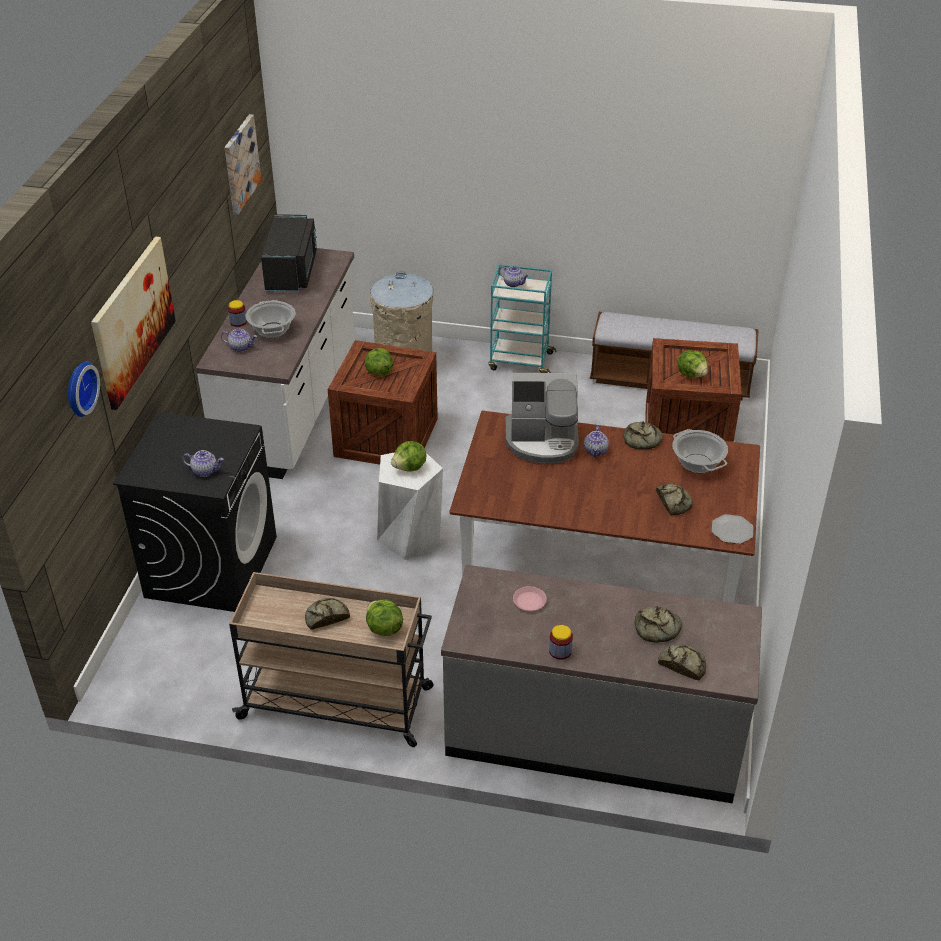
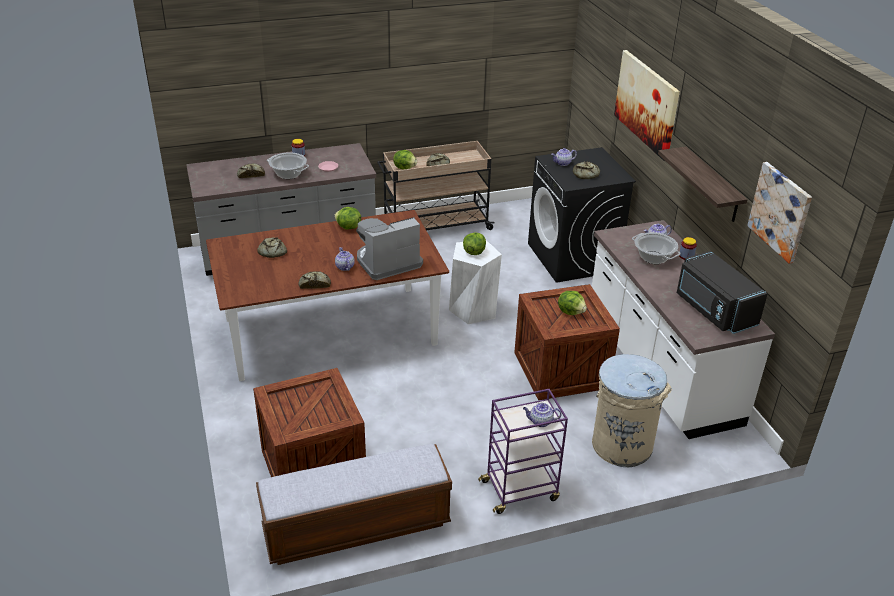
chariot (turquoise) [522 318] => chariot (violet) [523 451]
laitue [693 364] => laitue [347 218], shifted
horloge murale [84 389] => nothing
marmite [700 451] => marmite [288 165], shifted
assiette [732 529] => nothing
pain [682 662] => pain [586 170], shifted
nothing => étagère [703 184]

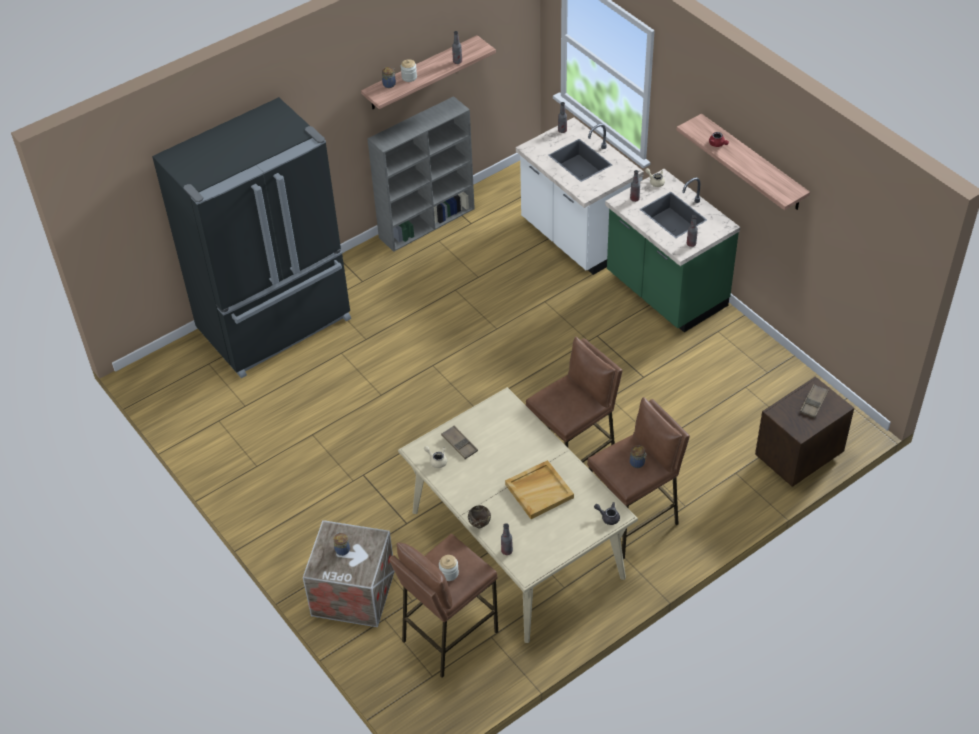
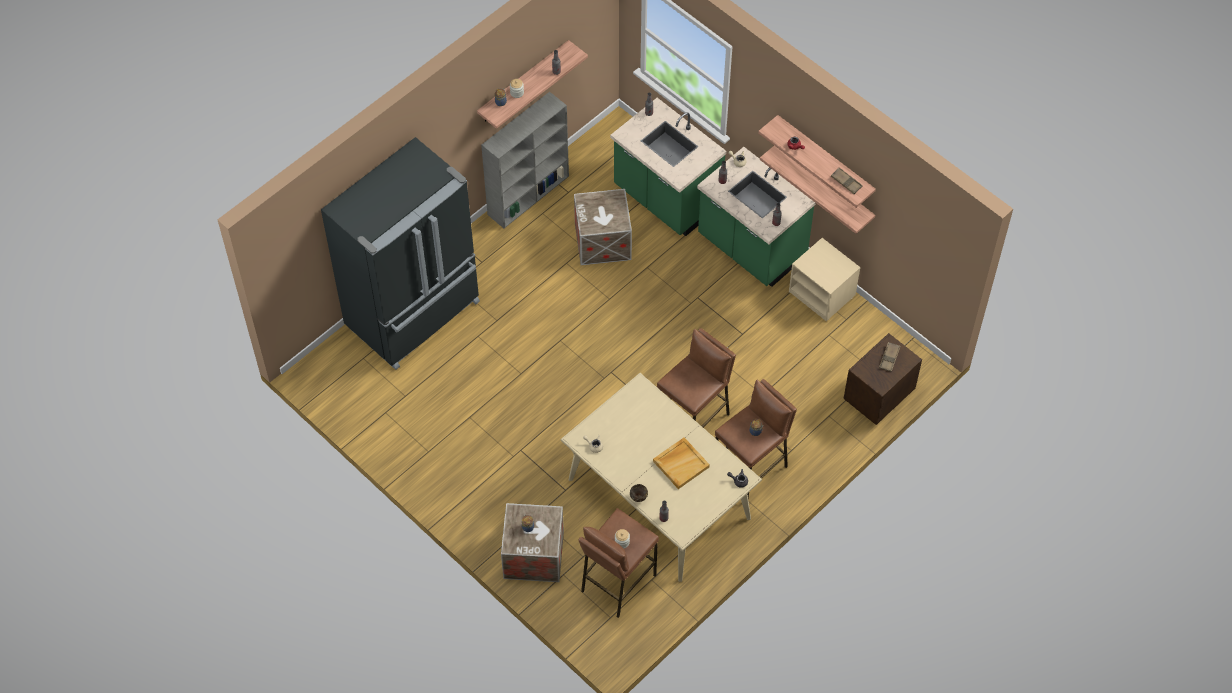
comptoir de cuisine (blanc) [580 196] => comptoir de cuisine (vert) [668 167]
plateau (marron) [459 442] => plateau (marron) [847 180], shifted
nothing => étagère [817 190]
nothing => caisse [603 227]
nothing => table de chevet (beige) [825 279]

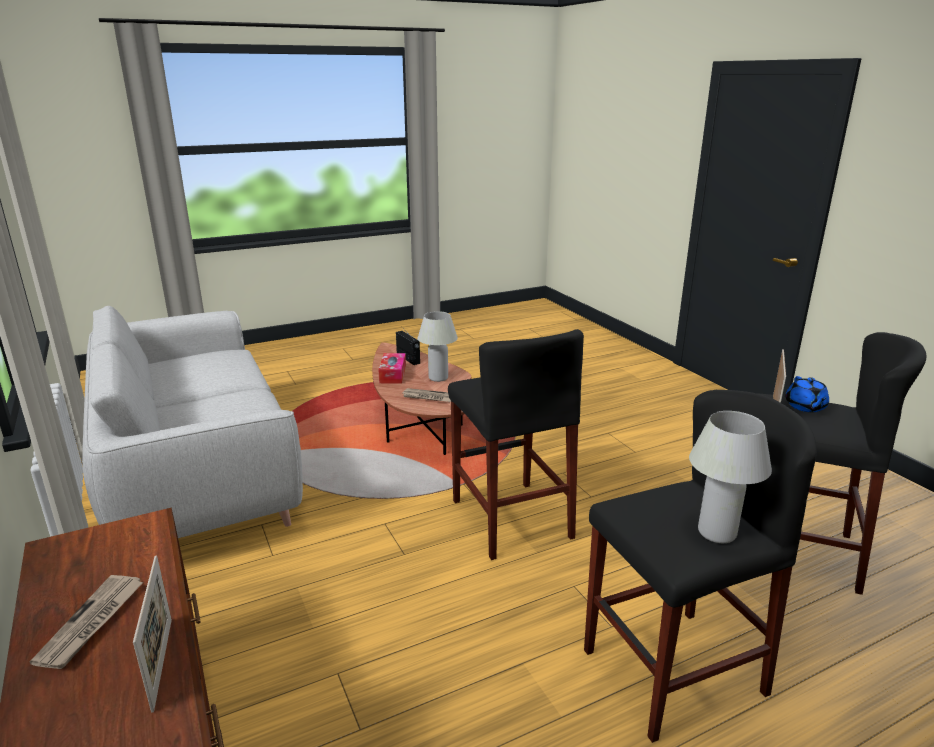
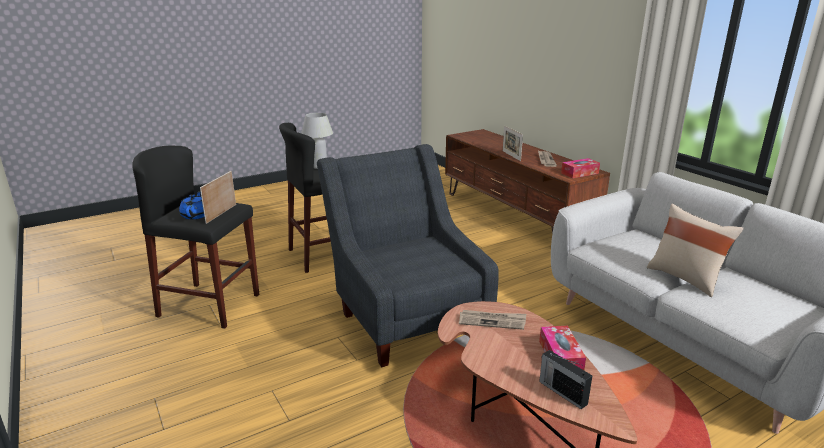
lampe de table (blanc) [438 346] => nothing
tabouret (noir) [516 444] => fauteuil (gris) [408 255]
nothing => boîte à mouchoirs [580 168]
nothing => coussin (beige) [695 250]

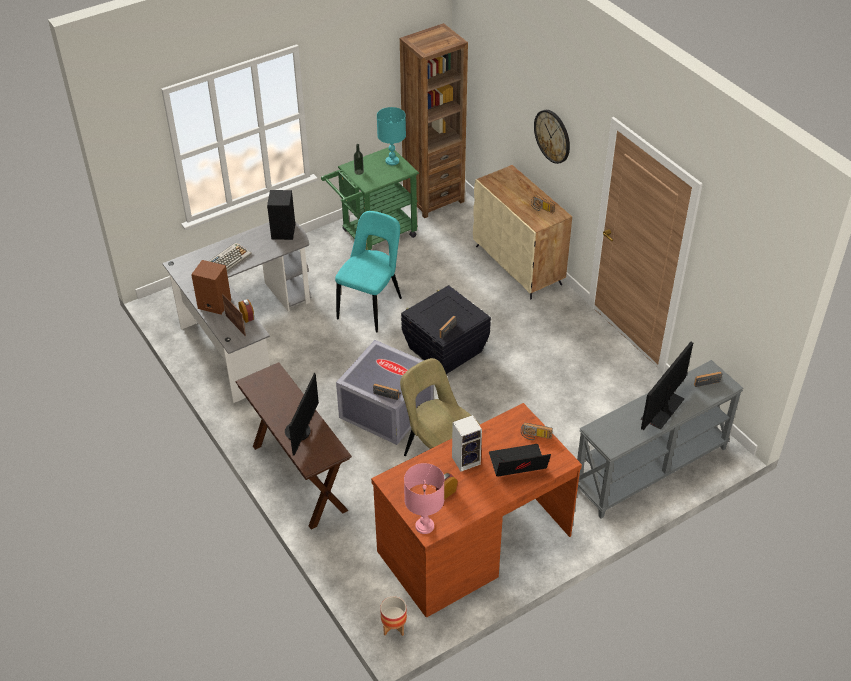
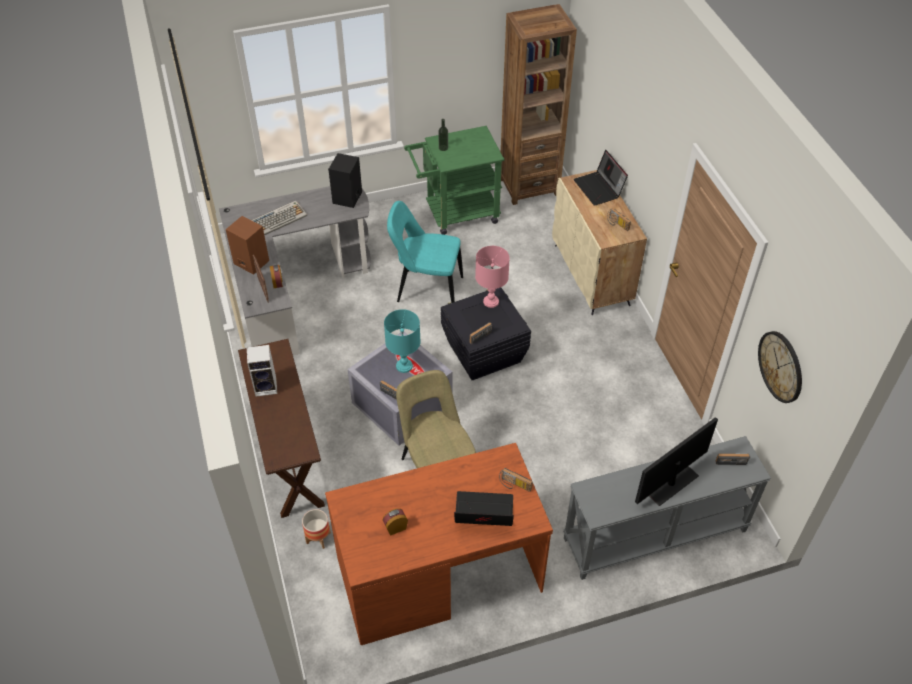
lampe de table (turquoise) [391 136] => lampe de table (turquoise) [402 341], shifted
horloge murale [552 137] => horloge murale [780 367], shifted
chaise (turquoise) [368 271] => chaise (turquoise) [425 252], 120 degrees counterclockwise
écran d'ordinateur [302 414] => nothing
enceinte [467 443] => enceinte [262 370], shifted
lampe de table (rose) [424 498] => lampe de table (rose) [492 277], shifted
cache-pot [393 616] => cache-pot [316 529], shifted
nothing => ordinateur portable [600 178]

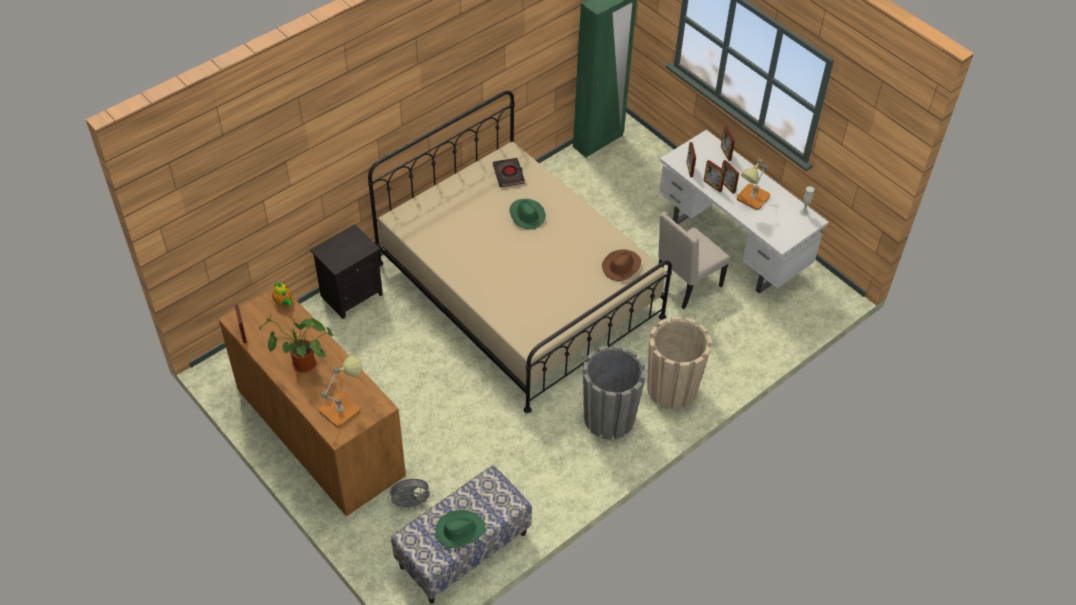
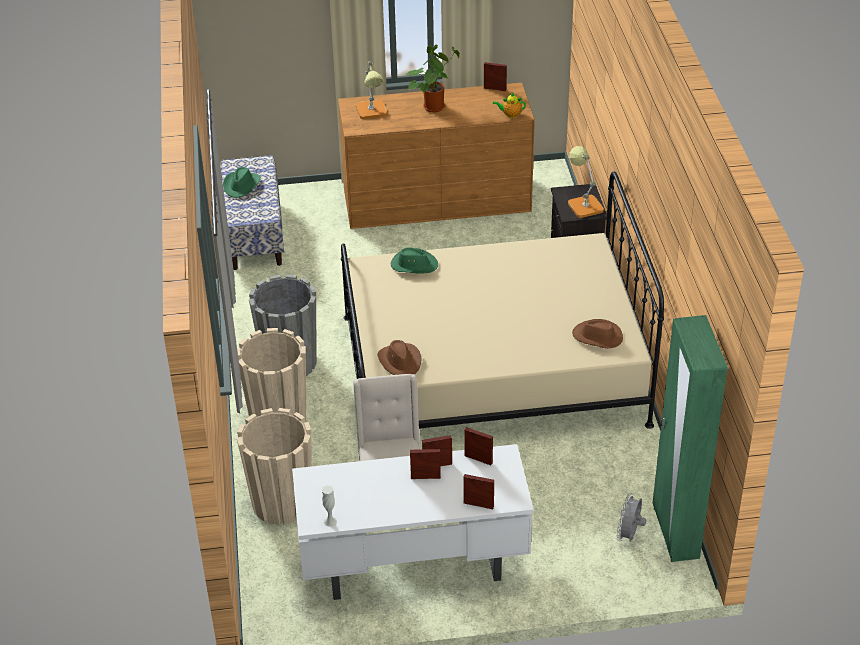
livre (noir) [509 172] => chapeau (marron) [597 334]
lampe de table [753 184] => lampe de table [586 182], shifted
chapeau (vert) [527 214] => chapeau (vert) [414 260], shifted
ventilateur (gris) [410 494] => ventilateur (gris) [631 517], shifted
nothing => cache-pot (beige) [274 466]

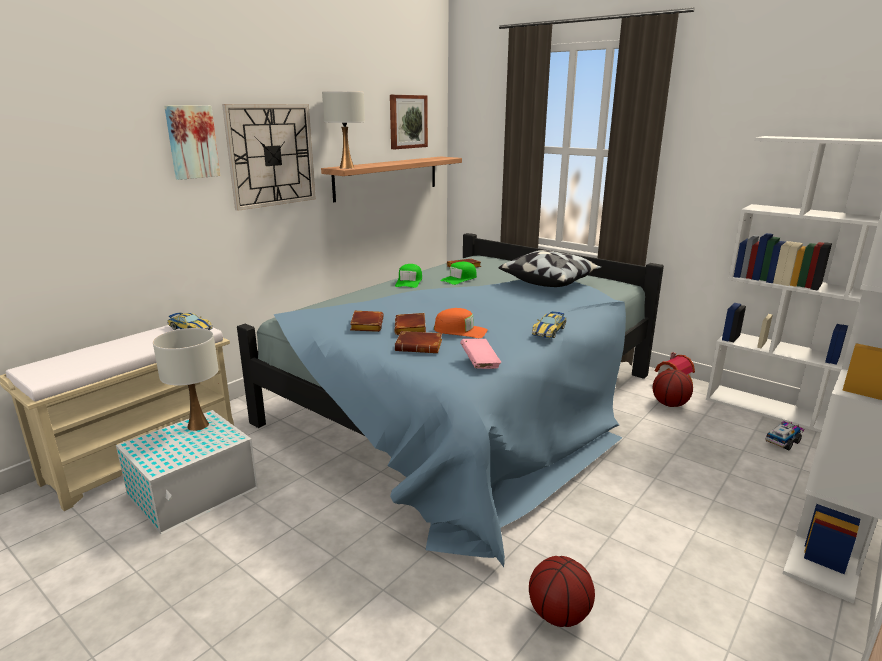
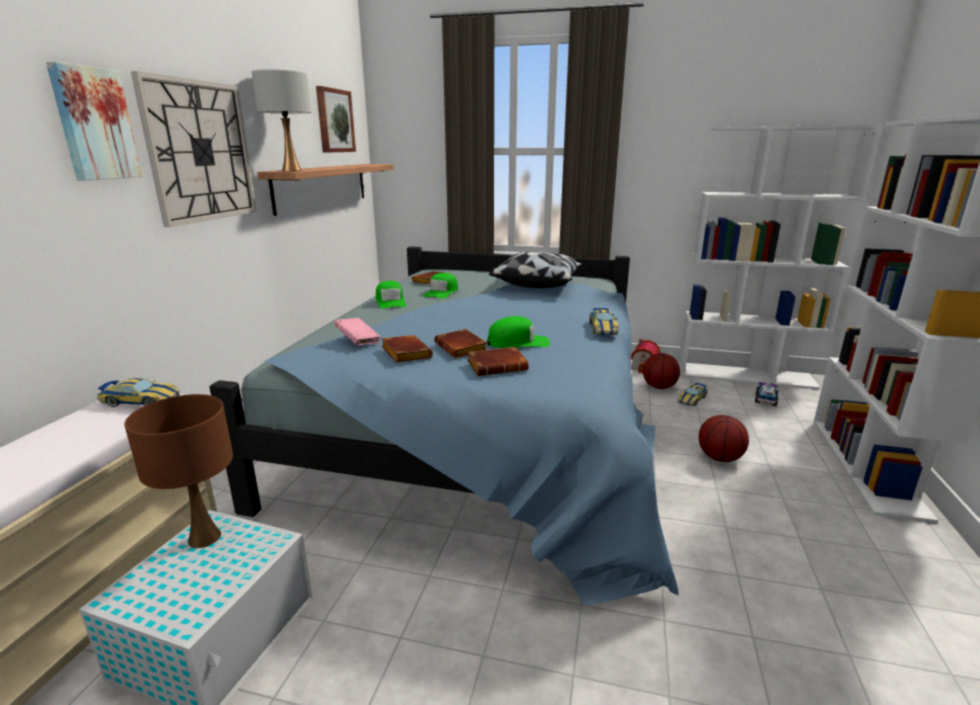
casquette (orange) [461 323] => casquette (vert) [518 332]
lampe de table (blanc) [186 379] => lampe de table (marron) [178 471]
livre (rose) [480 354] => livre (rose) [357 331], shifted
ballon de basket [562 591] => ballon de basket [724 438], shifted
nothing => petite voiture [693 394]

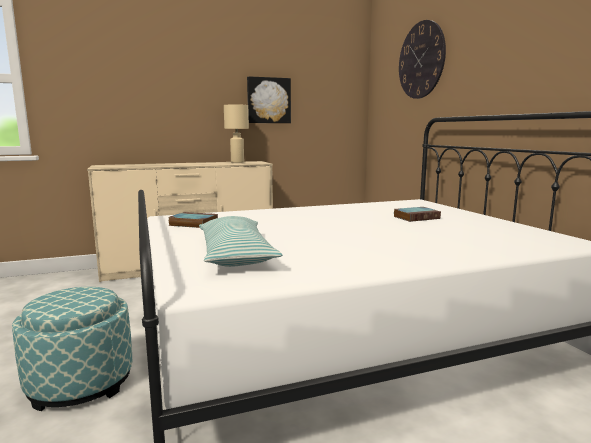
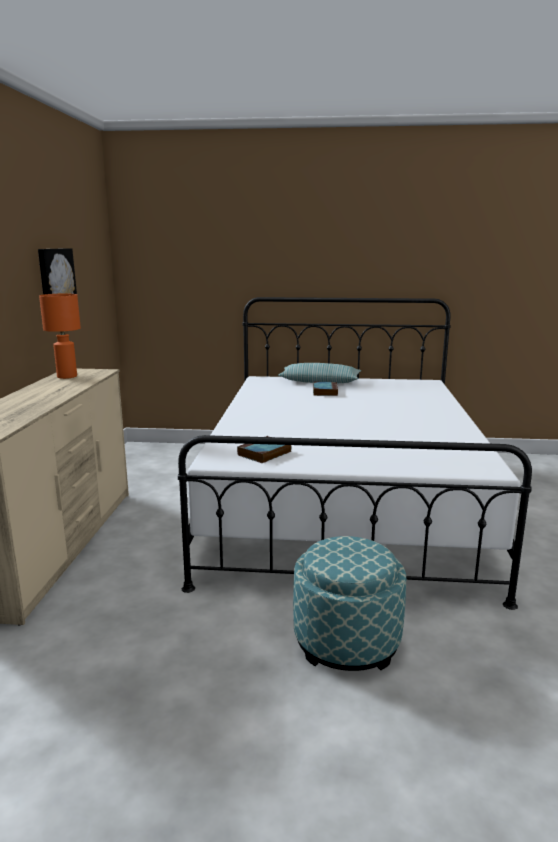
horloge murale [422 59] => nothing
lampe de table (beige) [236 133] => lampe de table (orange) [60 336]
coussin [241 241] => coussin [319 373], shifted

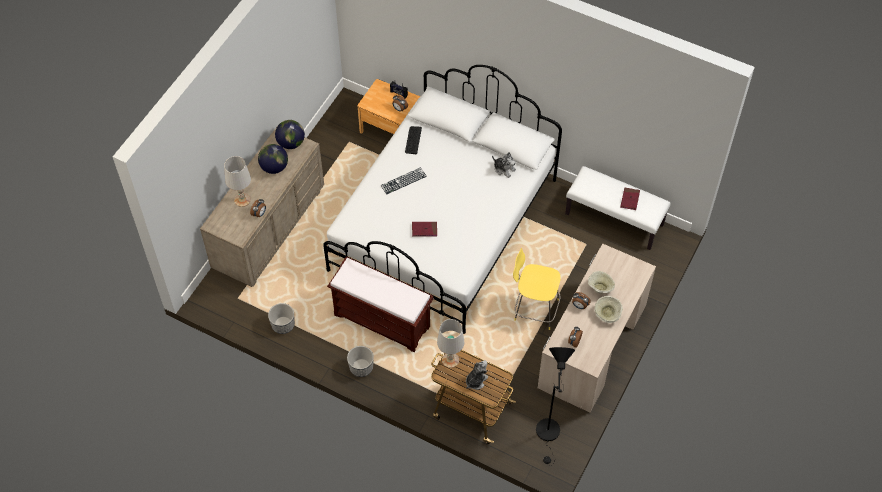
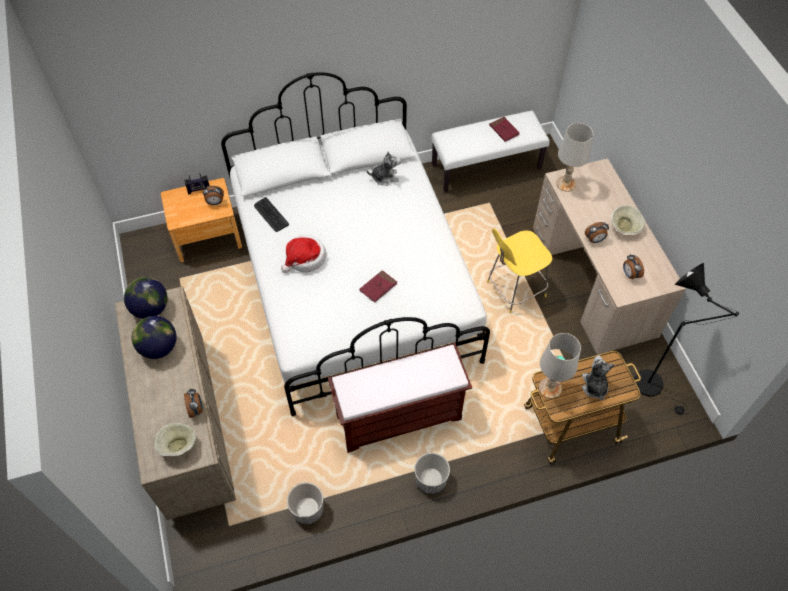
lampe de table (blanc) [237 181] => lampe de table (blanc) [574 157], shifted
clavier [404 180] => chapeau [303 254]
bol (beige) [601 282] => bol (beige) [175 439], shifted

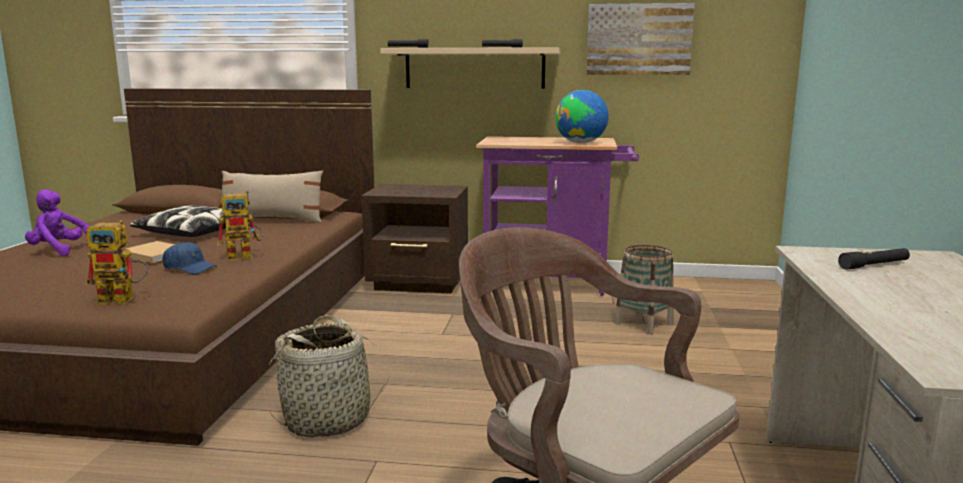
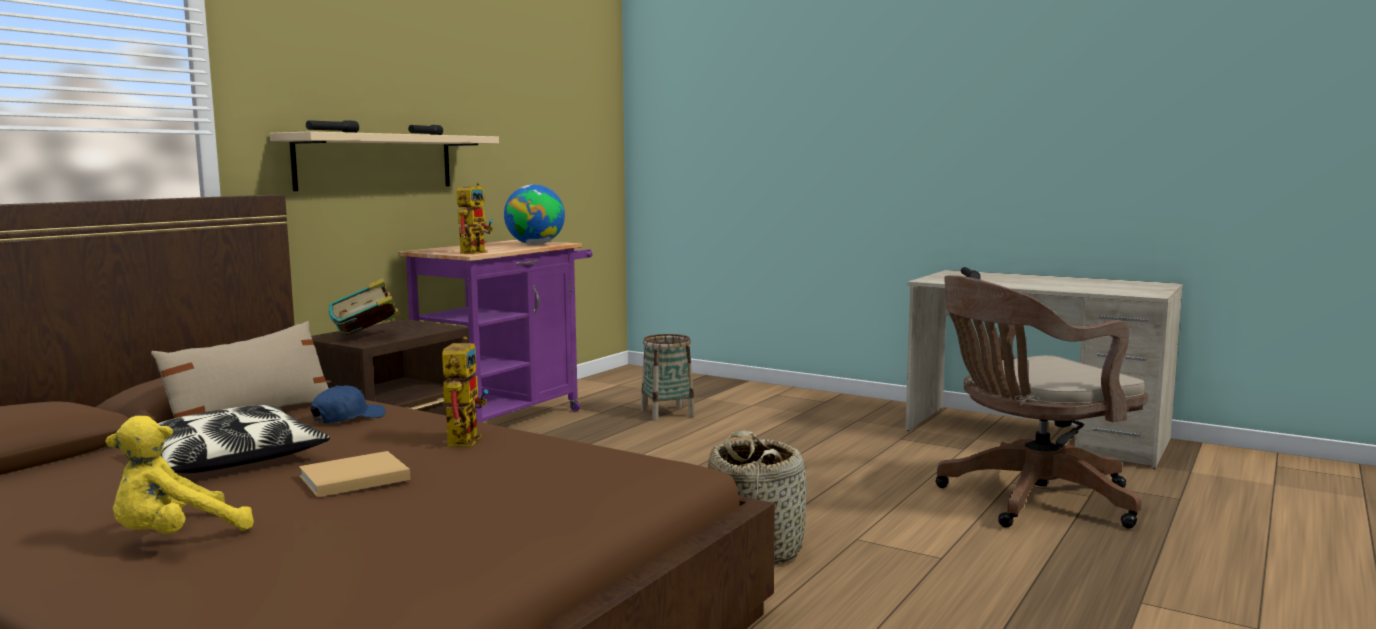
tableau [641 39] => nothing
peluche (violet) [57 222] => peluche (jaune) [180 475]
robot jouet [117 262] => robot jouet [475 218], shifted
casquette (bleu) [189 258] => casquette (bleu) [348 404], shifted
nothing => livre [364 307]

